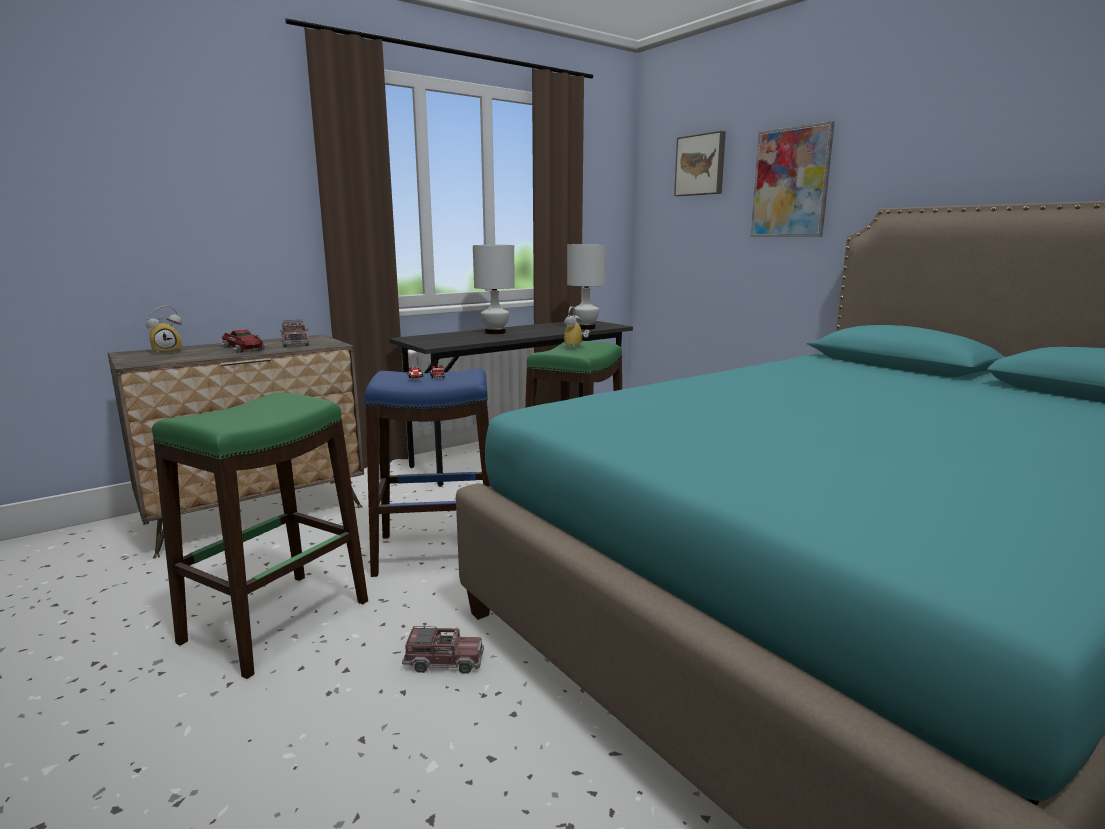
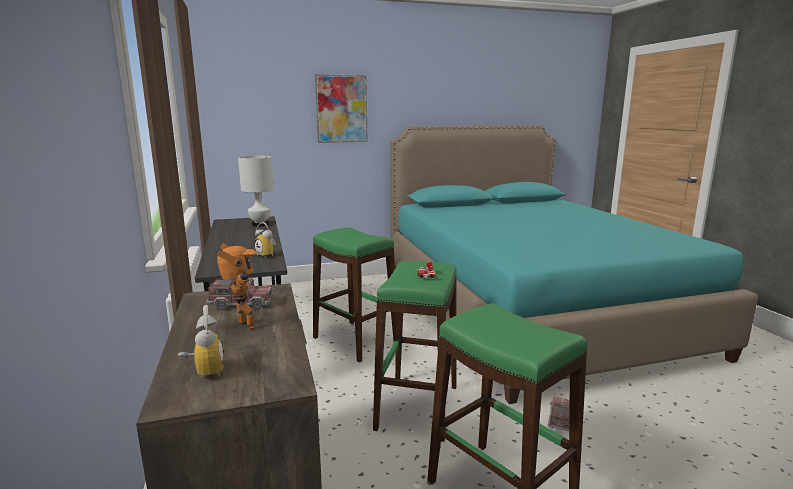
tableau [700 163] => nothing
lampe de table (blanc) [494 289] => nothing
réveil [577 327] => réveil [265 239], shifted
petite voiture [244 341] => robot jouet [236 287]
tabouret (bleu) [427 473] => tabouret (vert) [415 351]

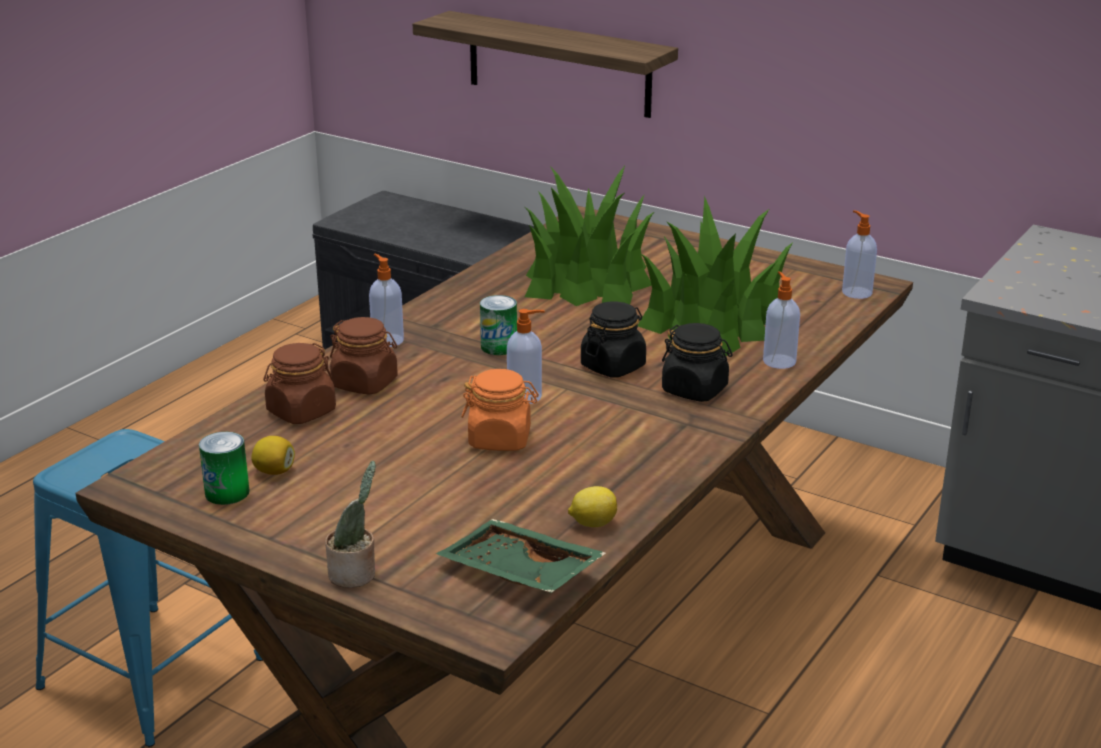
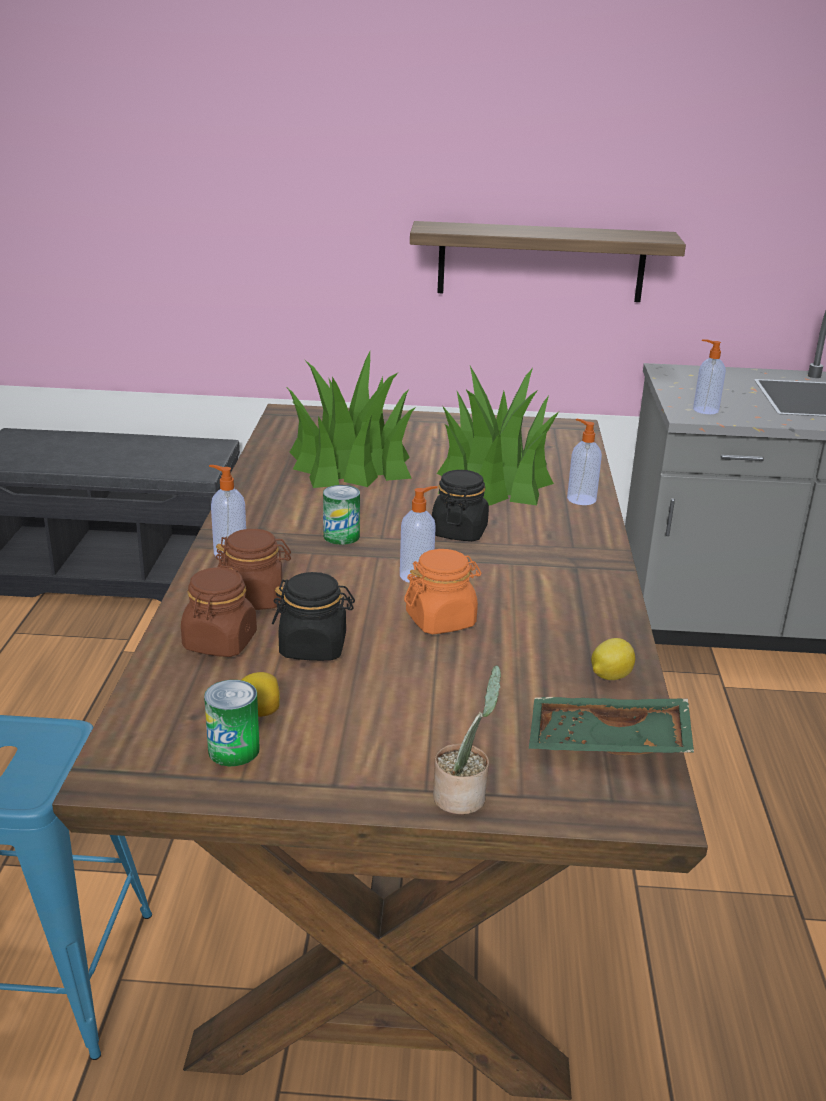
étagère [545 64] => étagère [548 261], shifted
distributeur de savon [859 254] => distributeur de savon [709 376], shifted
bocal (noir) [697 362] => bocal (noir) [313 616], shifted

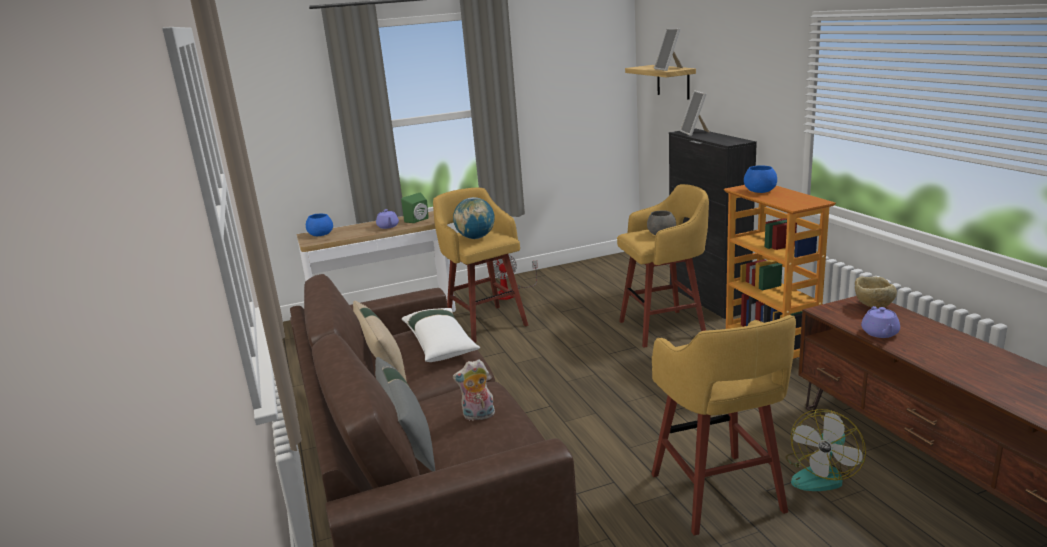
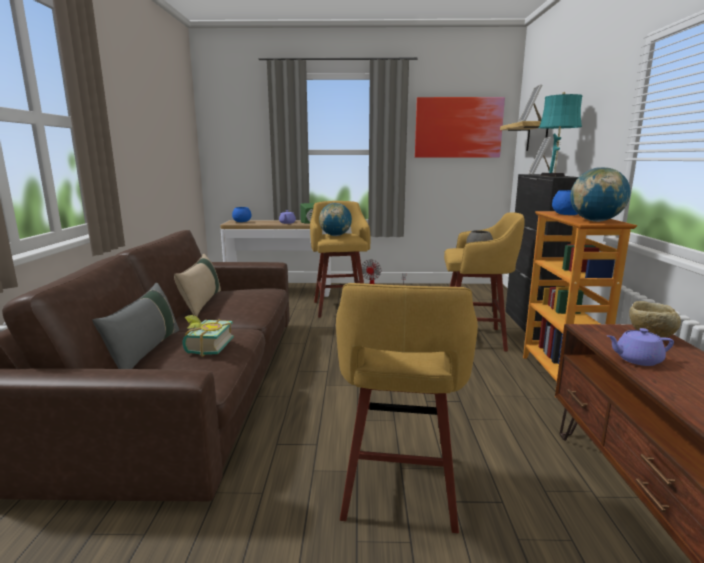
théière (violet) [880 322] => théière (violet) [640 347], 60 degrees clockwise
coussin (blanc) [441 335] => nothing
peluche [474 390] => livre [208 336]
ventilateur [826 450] => nothing
nothing => lampe de table (turquoise) [561 134]
nothing => tableau [460 127]
nothing => globe [600 194]

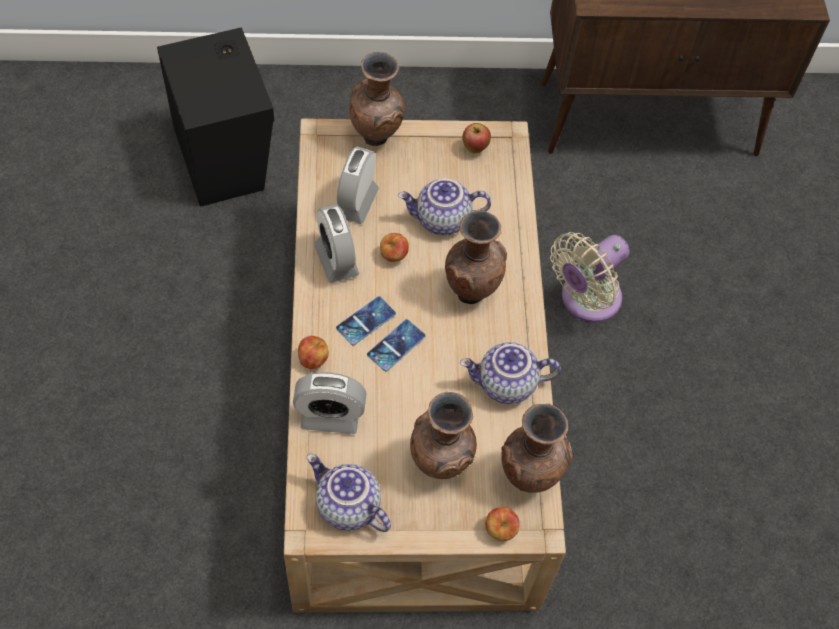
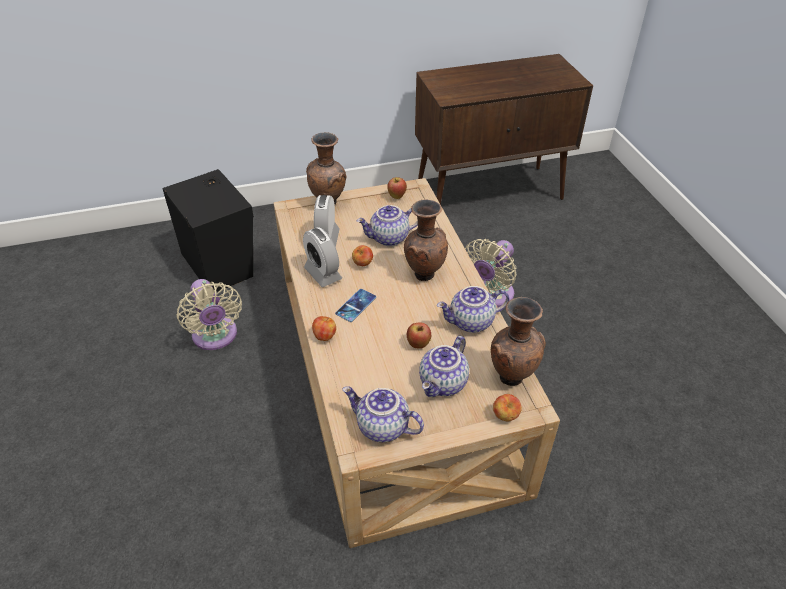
téléphone [396 345] => nothing
réveil [330 403] => nothing
vase (marron) [443 435] => théière [444 366]
nothing => ventilateur (beige) [209 314]
nothing => pomme [419 335]

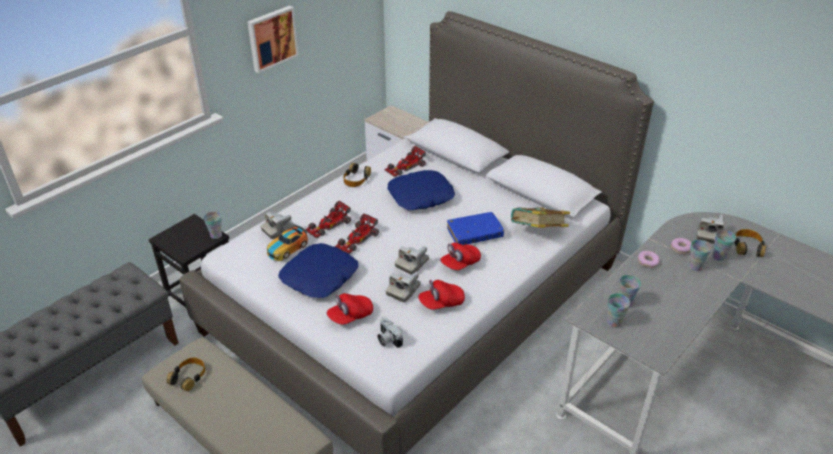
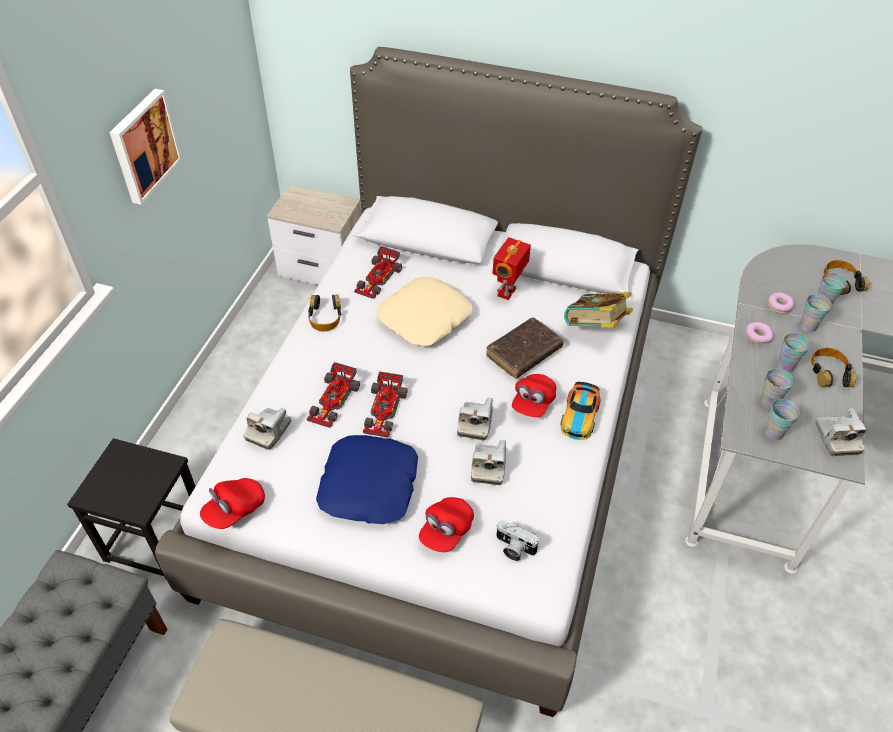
coussin (bleu) [421 190] => coussin (beige) [424 311]
tasse [213 225] => tasse [793 352], shifted
livre (bleu) [475 228] => livre (marron) [525 348]
appareil photo [710 229] => appareil photo [841 432], shifted
petite voiture [287 243] => petite voiture [580 411], shifted
casquette (rouge) [441 295] => casquette (rouge) [232 503], shifted
casque audio [186 374] => casque audio [833 367], shifted
nothing => robot jouet [511 268]

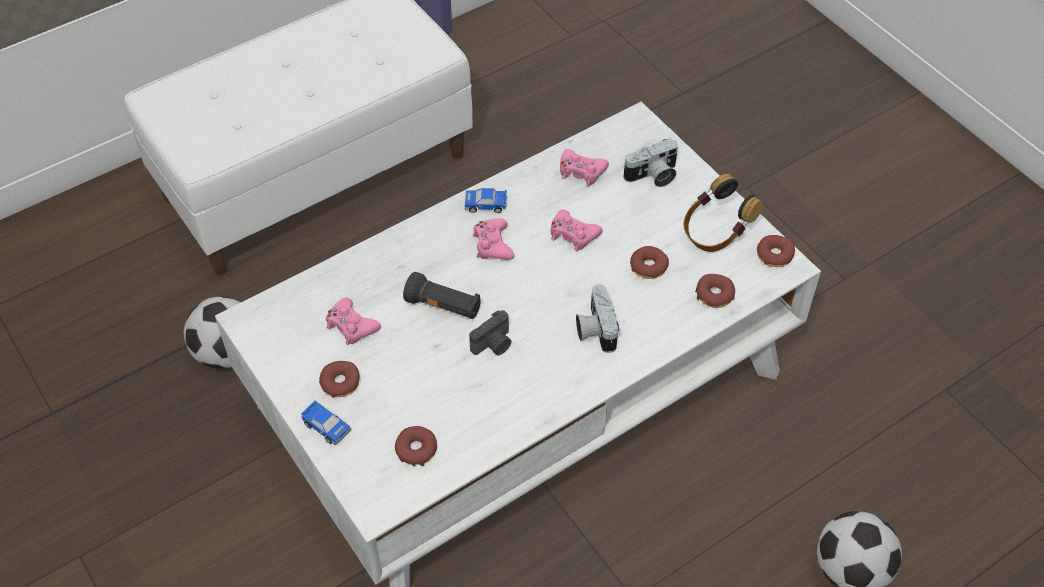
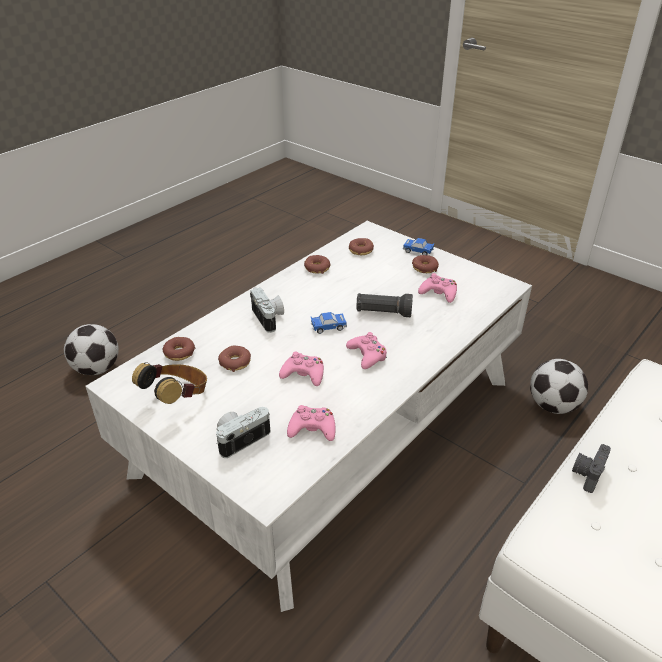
petite voiture [486 200] => petite voiture [328 323], shifted
beignet [776 251] => beignet [317 264], shifted
appareil photo [490 332] => appareil photo [591 468], shifted

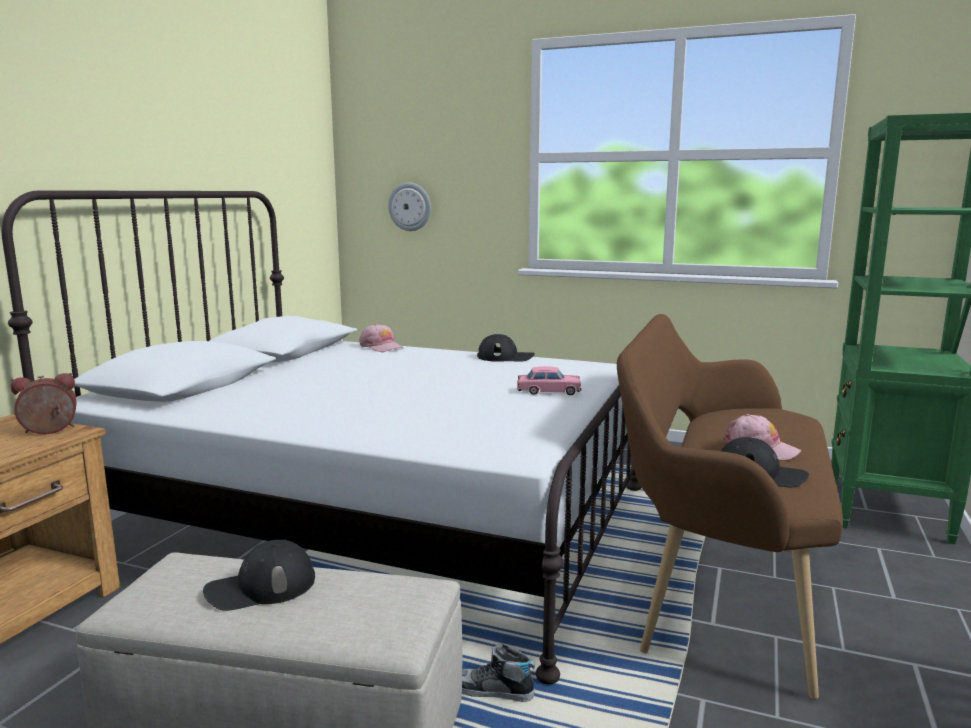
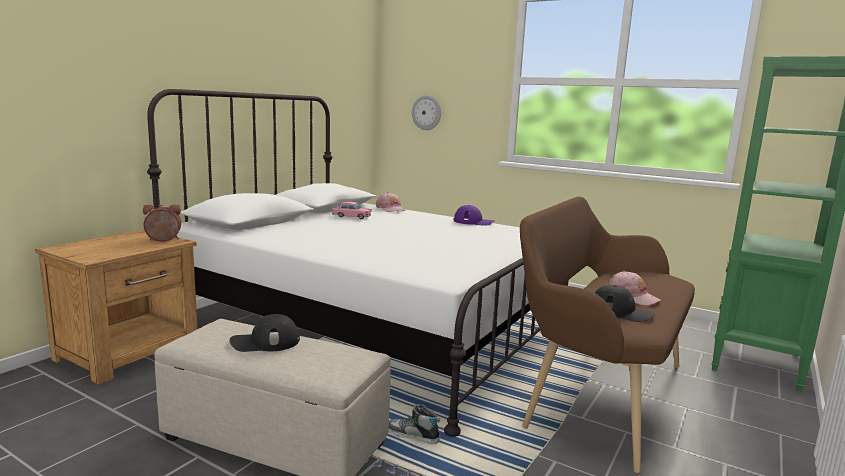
casquette (noir) [506 348] => casquette (violet) [474 215]
petite voiture (rose) [549 380] => petite voiture (rose) [352 210], shifted

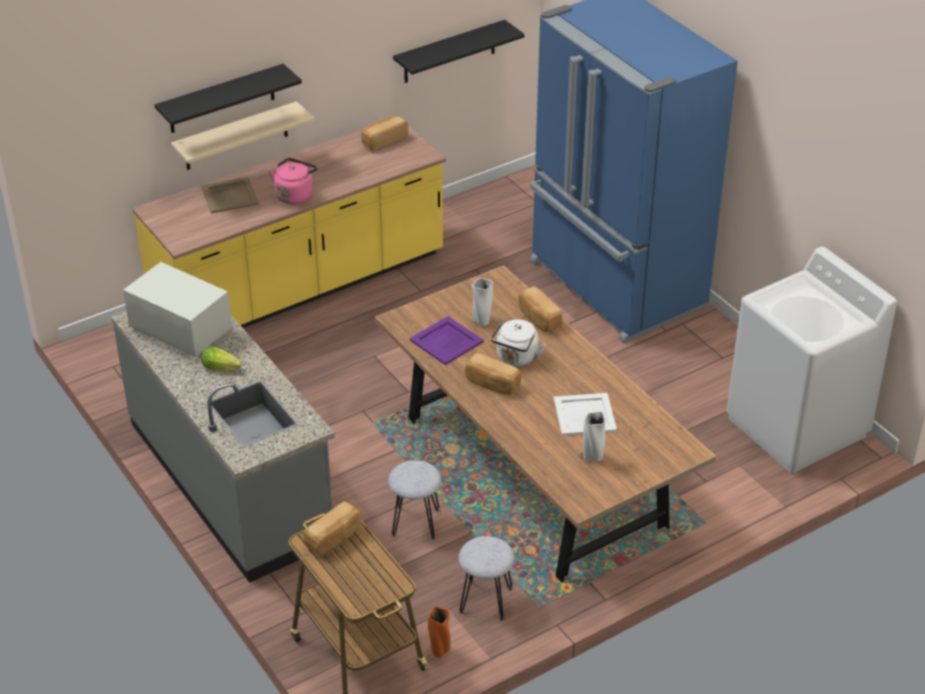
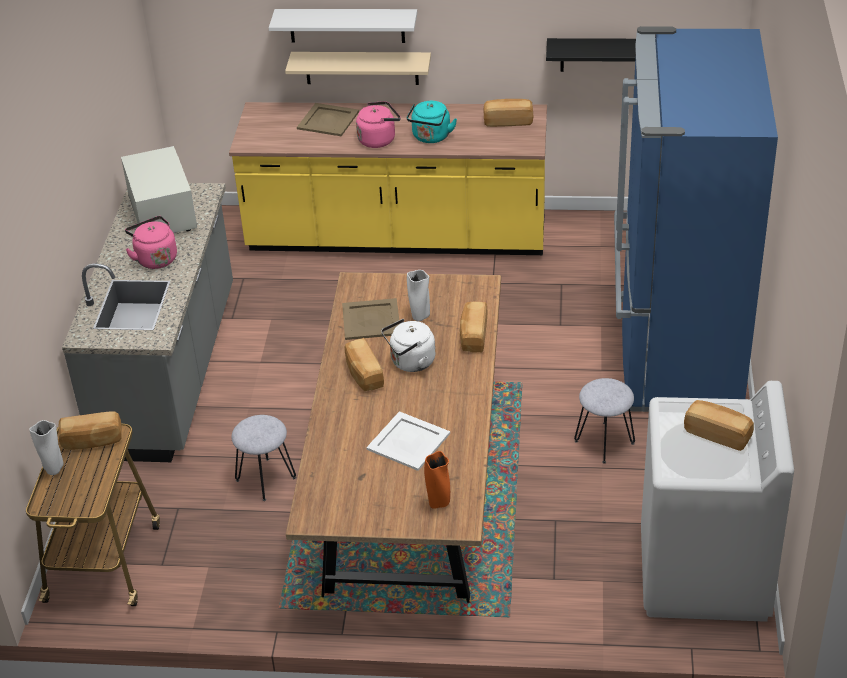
étagère (noir) [228 98] => étagère (blanc) [343 26]
plateau (violet) [447 340] => plateau (beige) [370 319]
laitue [221 359] => bouilloire (rose) [151 242]
vase (blanc) [594 436] => vase (blanc) [46 447], shifted
tabouret (gris) [487 578] => tabouret (gris) [604 420], shifted
vase (orange) [439 632] => vase (orange) [437 480], shifted
nothing => bouilloire (turquoise) [432 122]
nothing => pain [719 425]

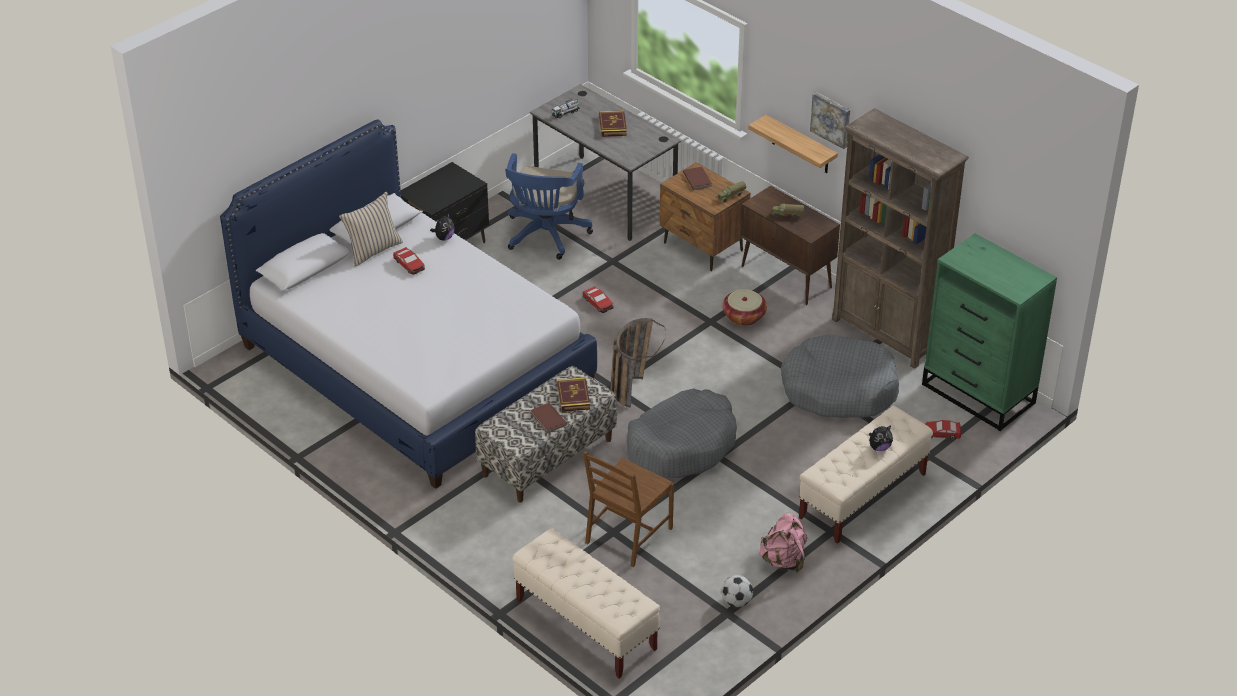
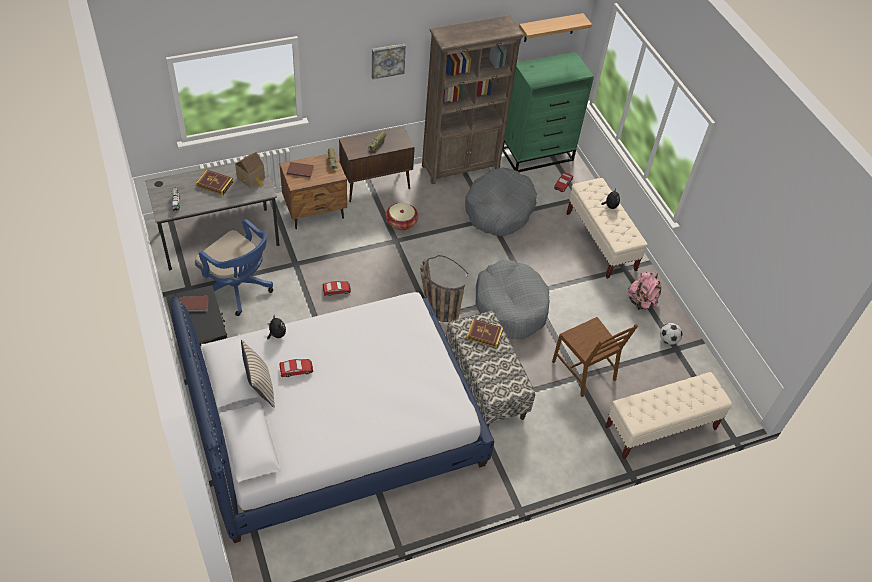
étagère [793 144] => étagère [555 27], shifted
livre (marron) [549 418] => livre (marron) [194 304], shifted
nothing => maison miniature [250 170]

